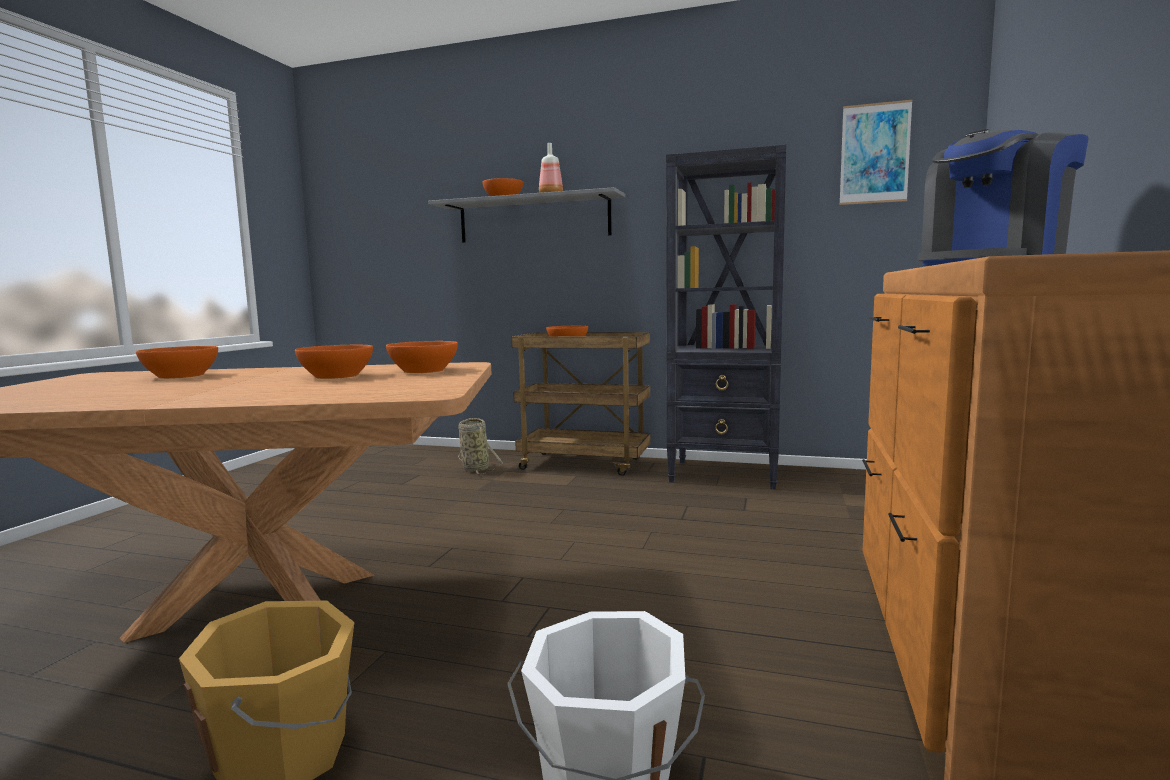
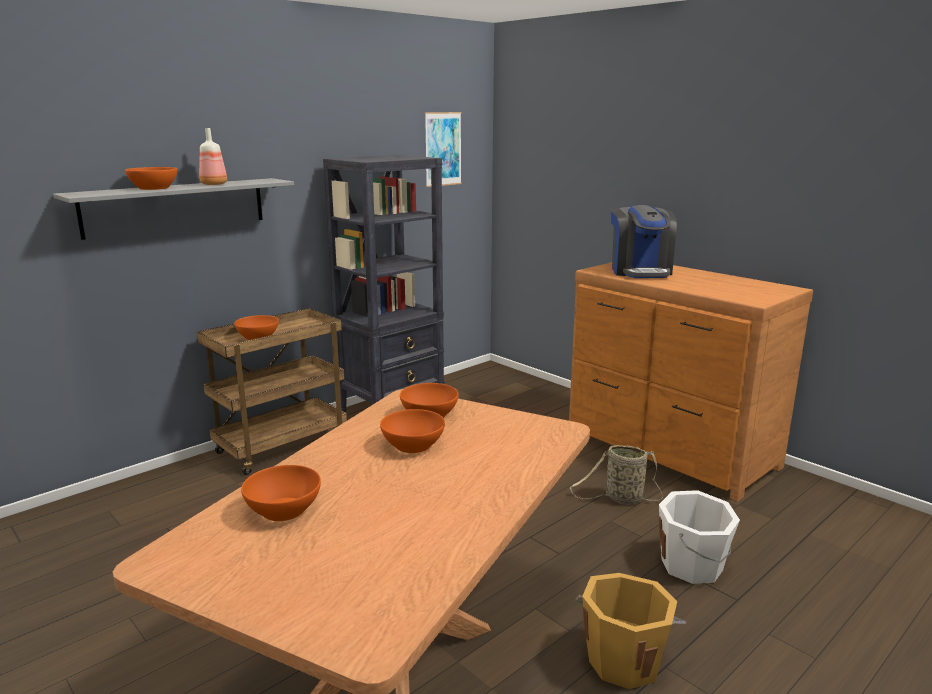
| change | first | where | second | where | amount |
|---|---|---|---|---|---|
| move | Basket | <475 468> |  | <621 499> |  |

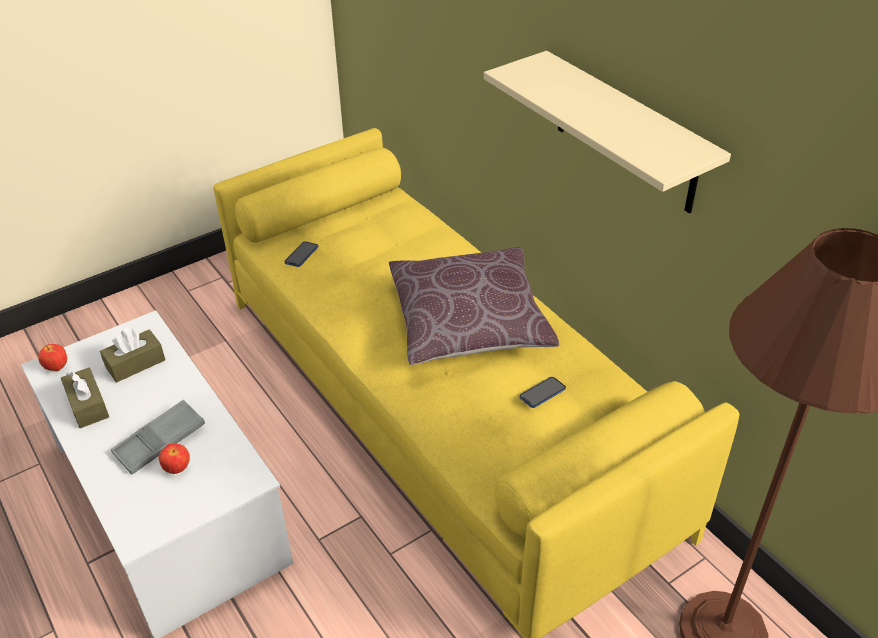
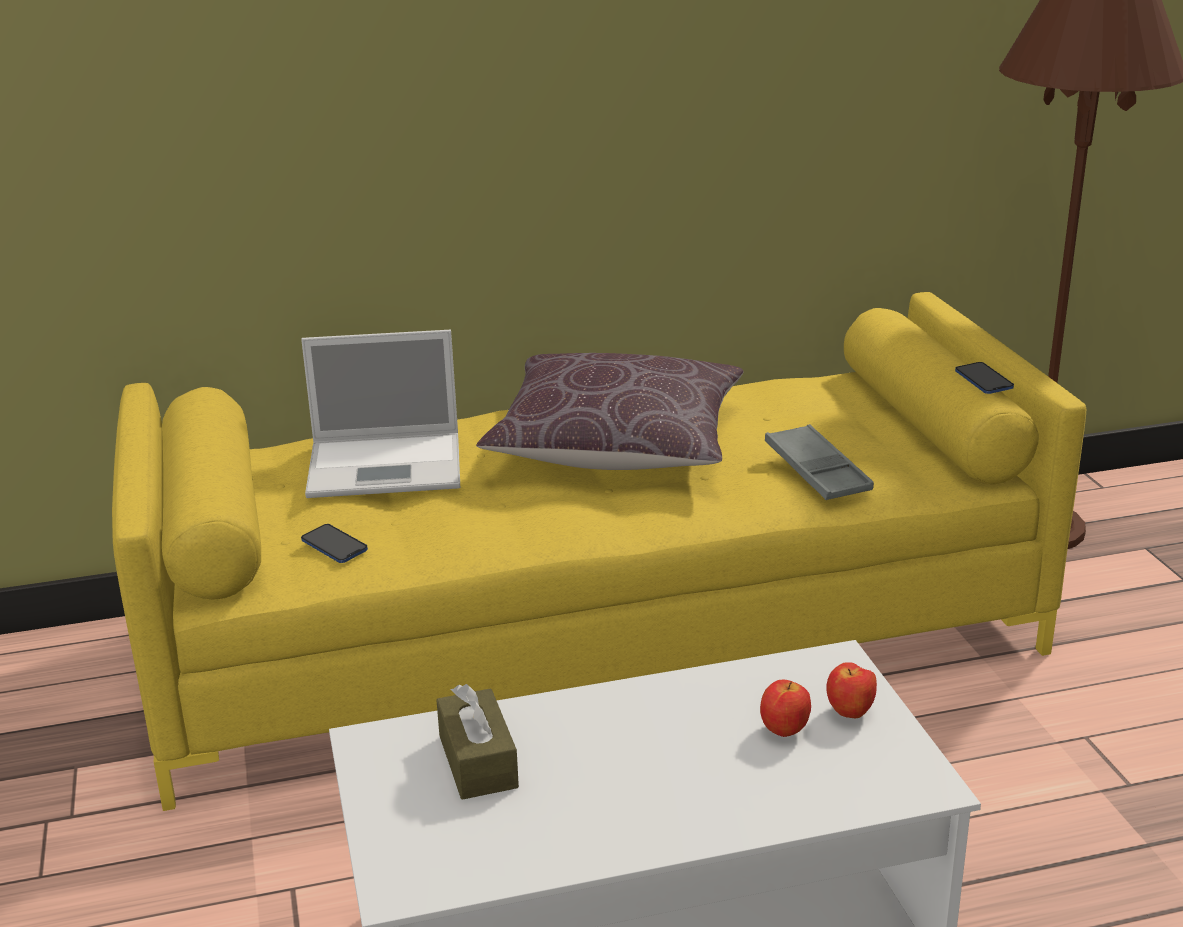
| change | first | where | second | where | amount |
|---|---|---|---|---|---|
| move | Apple | <56 368> |  | <850 713> |  |
| delete | BrownTissueBox | <88 405> |  |  |  |
| move | GreyTray | <160 441> |  | <817 471> |  |
| delete | BeigeShelf | <626 133> |  |  |  |
| move | Phone | <542 393> |  | <983 380> |  |
| insert |  |  | Laptop | <388 465> |  |

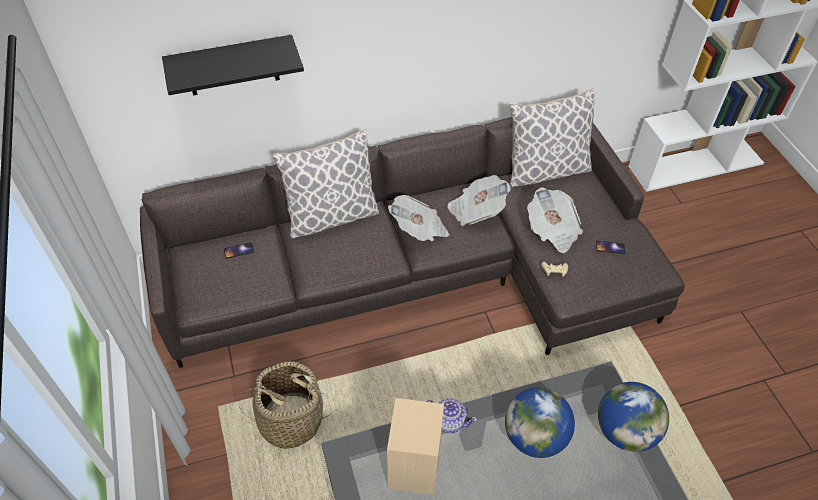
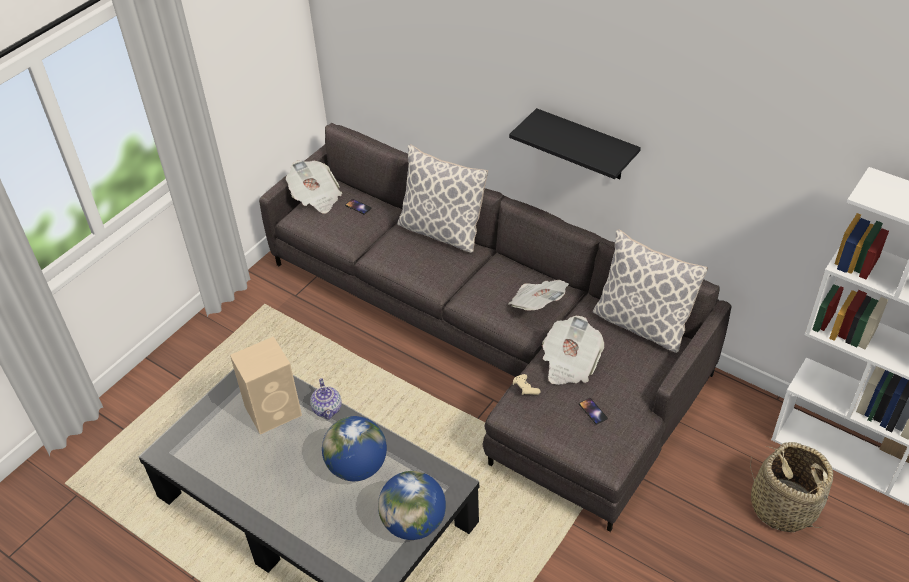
| change | first | where | second | where | amount |
|---|---|---|---|---|---|
| move | BlackShelf | <232 66> |  | <586 146> |  |
| move | Basket | <290 420> |  | <783 506> |  |
| move | Newspaper | <419 230> |  | <316 197> |  |

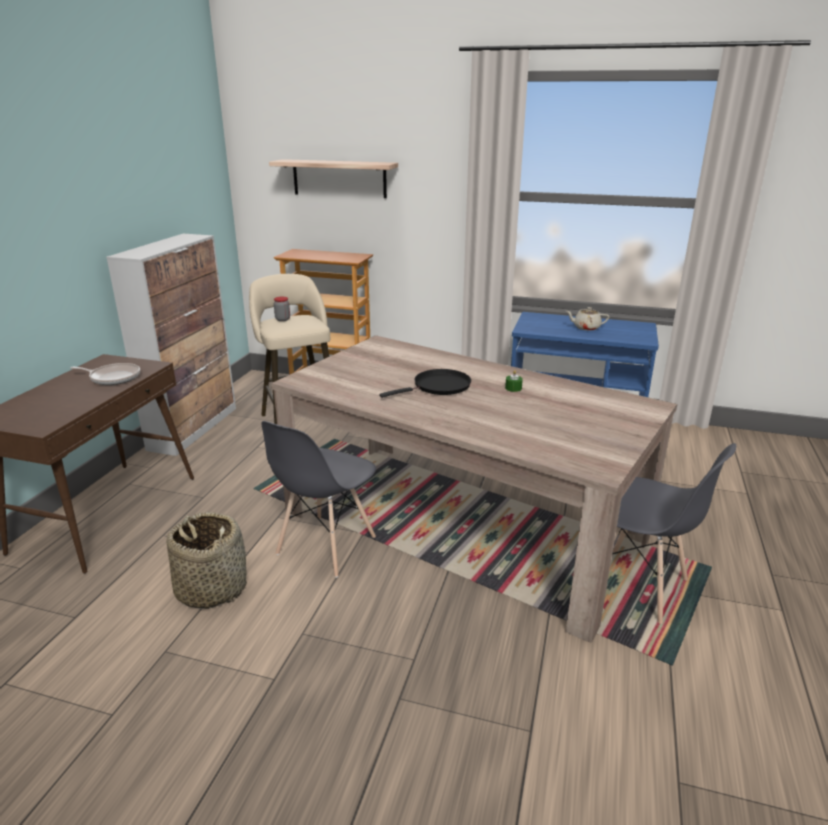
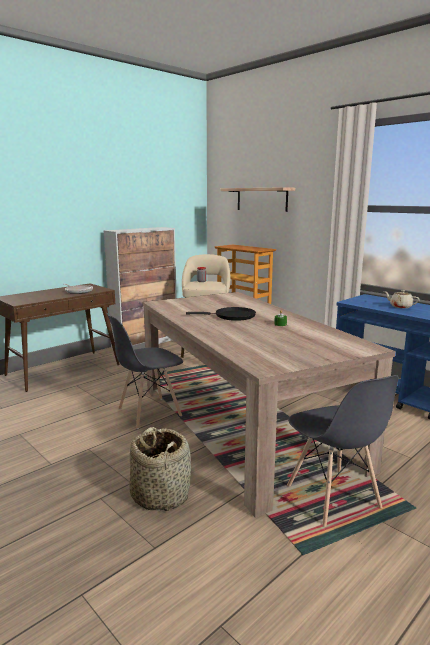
| change | first | where | second | where | amount |
|---|---|---|---|---|---|
| move | Basket | <211 588> |  | <160 494> |  |

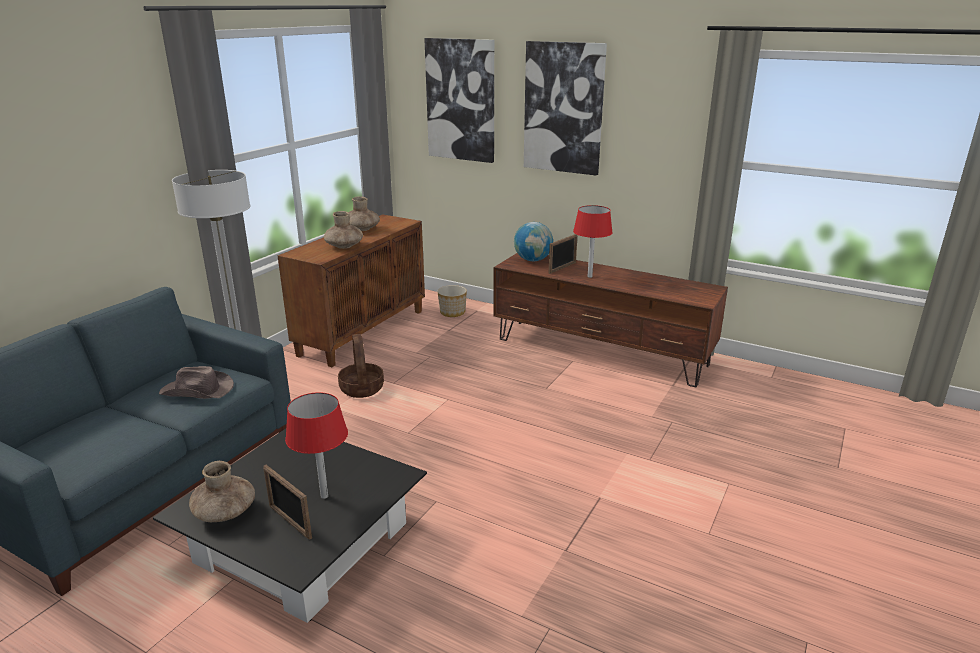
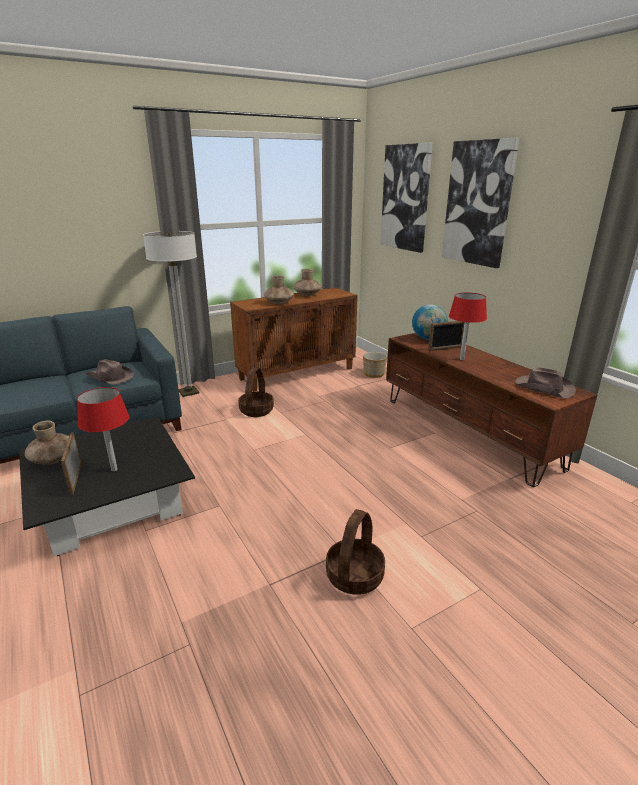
| change | first | where | second | where | amount |
|---|---|---|---|---|---|
| insert |  |  | Basket | <355 576> |  |
| insert |  |  | BrownHat | <543 387> |  |

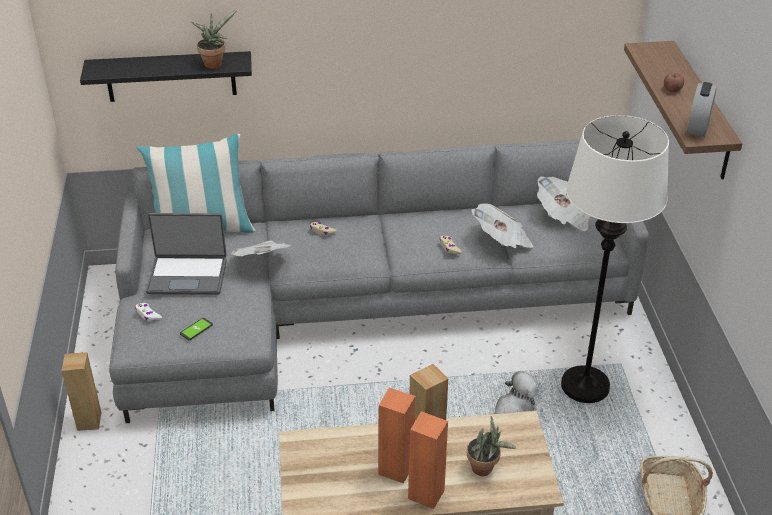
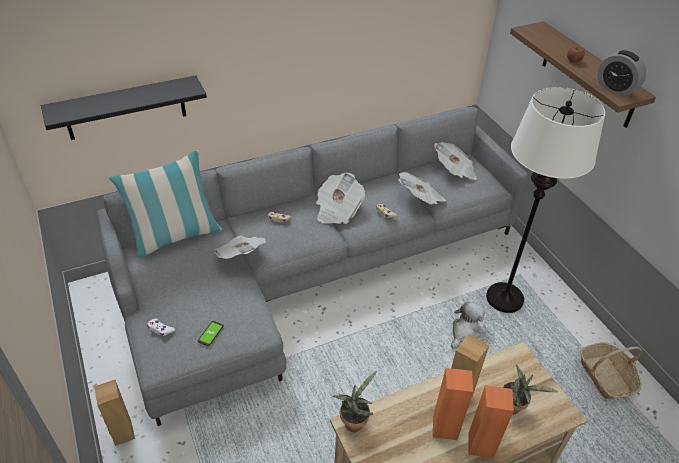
| change | first | where | second | where | amount |
|---|---|---|---|---|---|
| delete | Laptop | <187 275> |  |  |  |
| move | PottedPlant | <214 63> |  | <354 421> |  |
| rotate | AlarmClock | <698 127> |  | <615 88> | 45 degrees counterclockwise |
| insert |  |  | Newspaper | <337 210> |  |

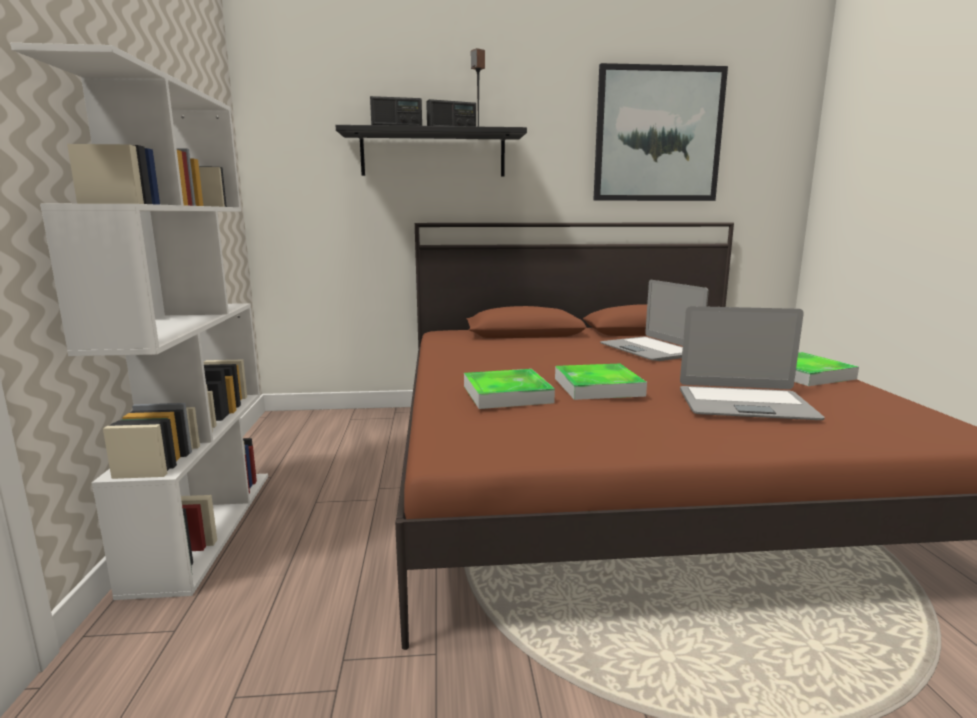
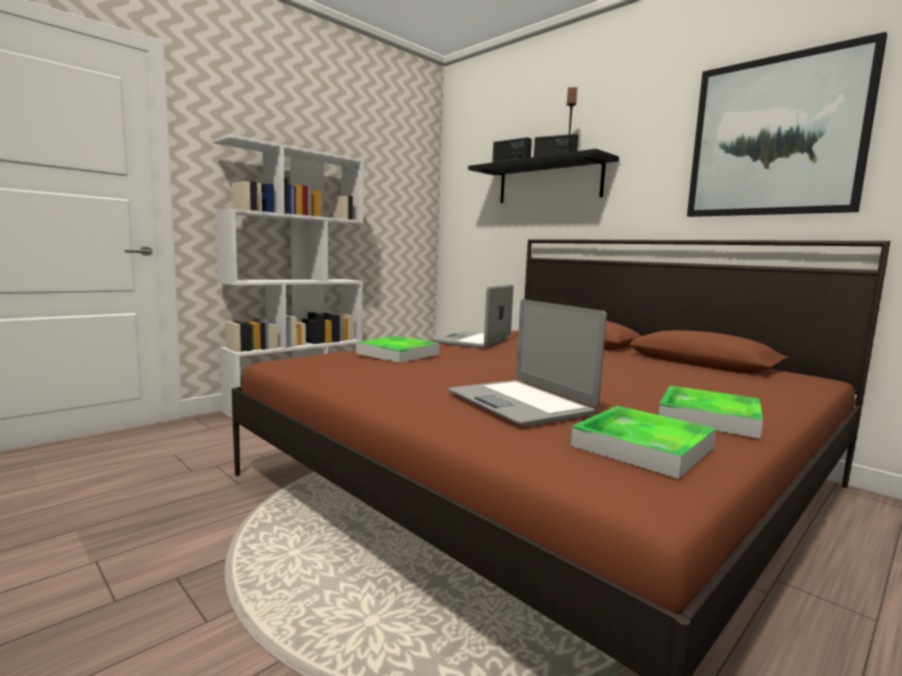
| change | first | where | second | where | amount |
|---|---|---|---|---|---|
| move | Tray | <598 387> |  | <642 447> |  |
| move | Laptop | <650 350> |  | <474 341> |  |

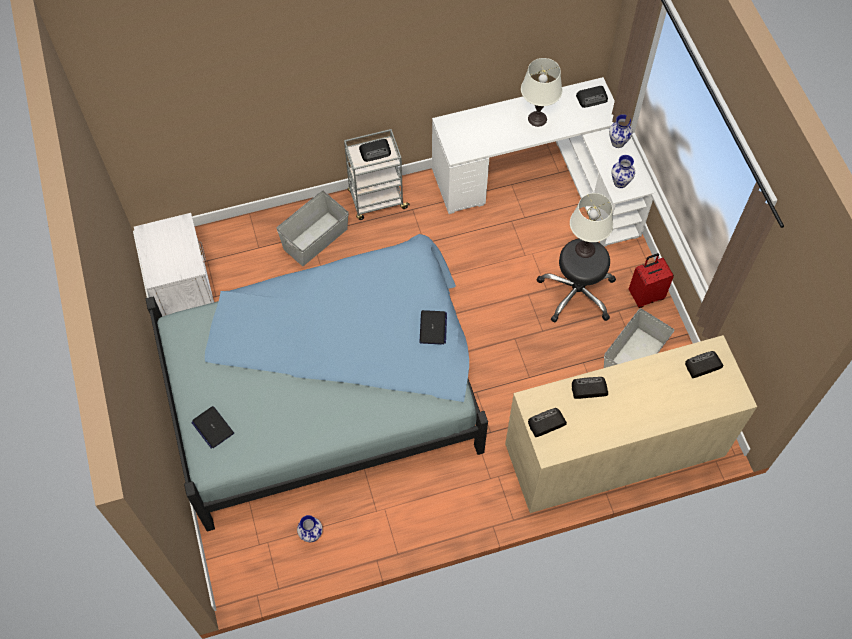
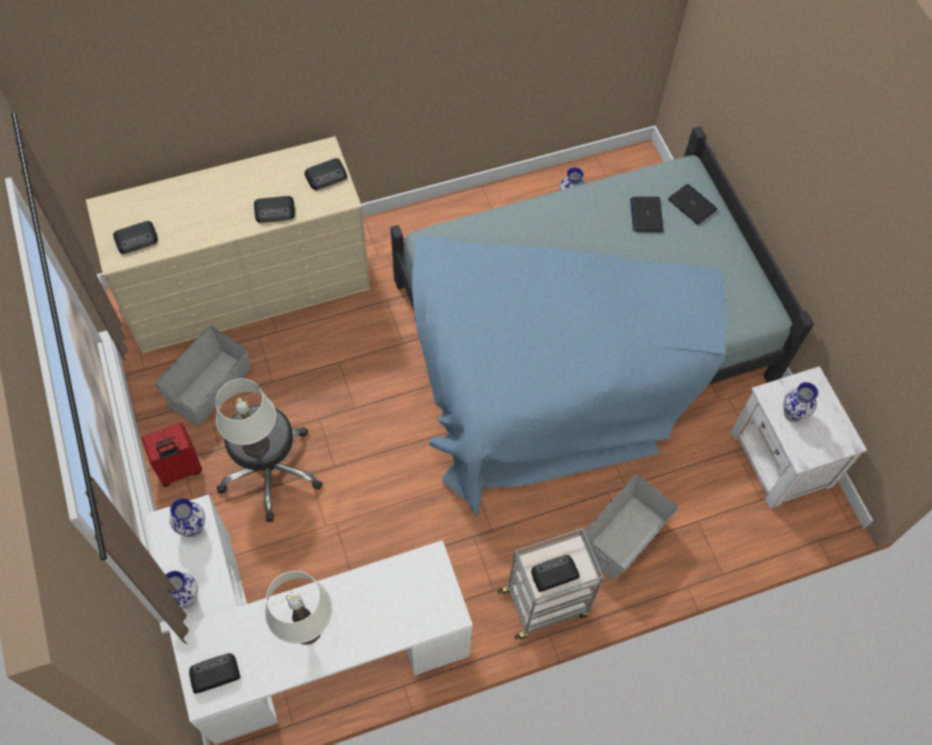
| change | first | where | second | where | amount |
|---|---|---|---|---|---|
| move | Laptop | <433 328> |  | <646 215> |  |
| insert |  |  | Vase | <793 413> |  |

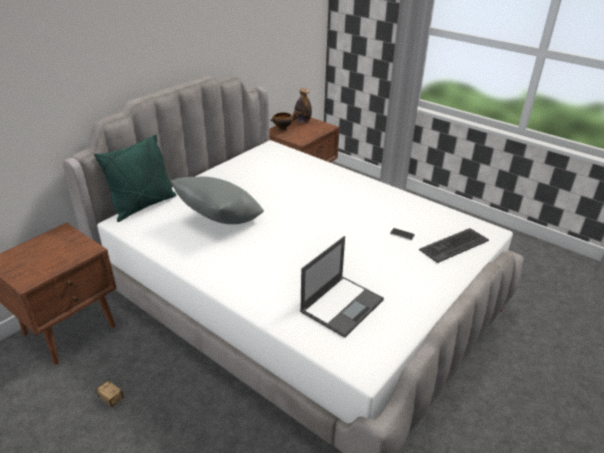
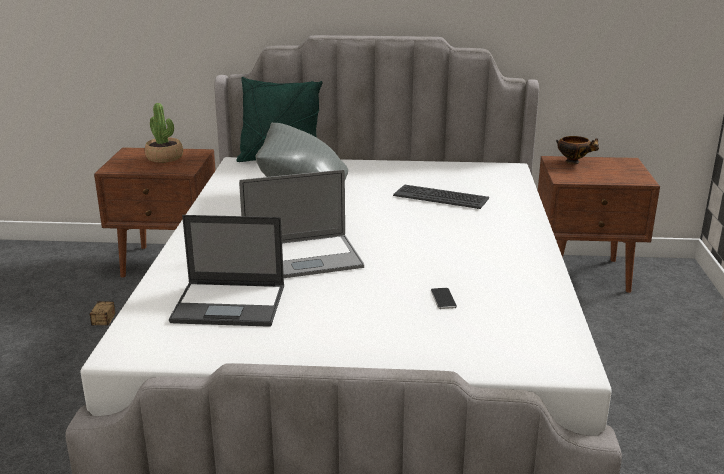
| change | first | where | second | where | amount |
|---|---|---|---|---|---|
| delete | Bottle | <302 121> |  |  |  |
| move | Keyboard | <453 245> |  | <441 197> |  |
| insert |  |  | PottedPlant | <164 157> |  |
| insert |  |  | Laptop | <302 258> |  |

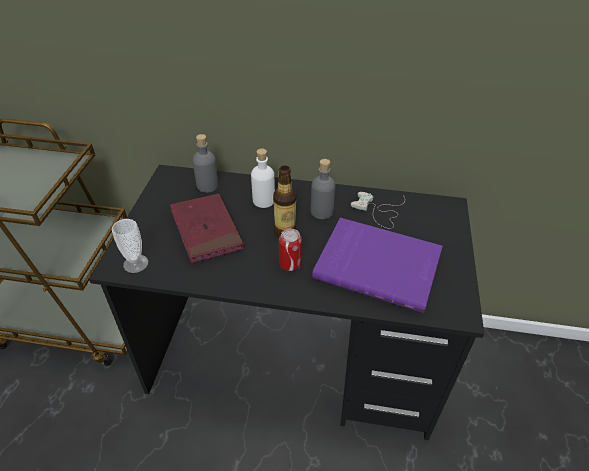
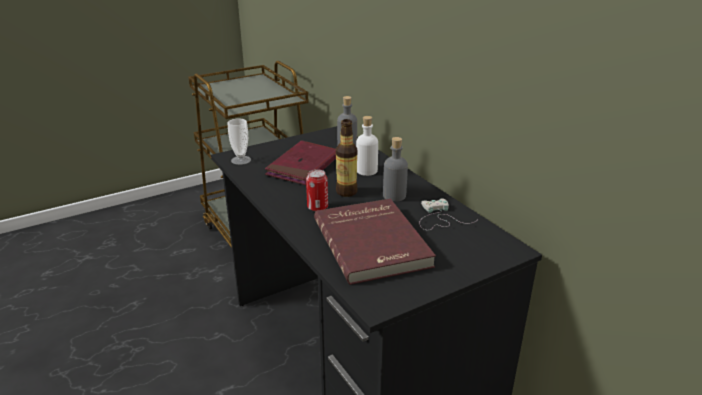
| change | first | where | second | where | amount |
|---|---|---|---|---|---|
| recolor | PurpleBook | <378 265> | RedBook | <373 243> |  |

